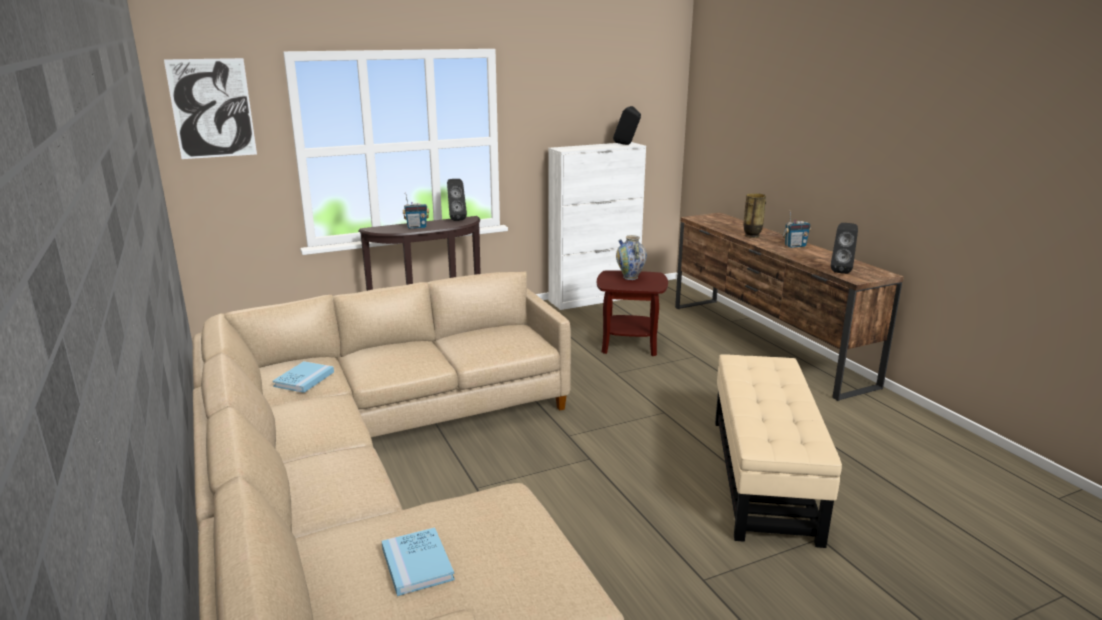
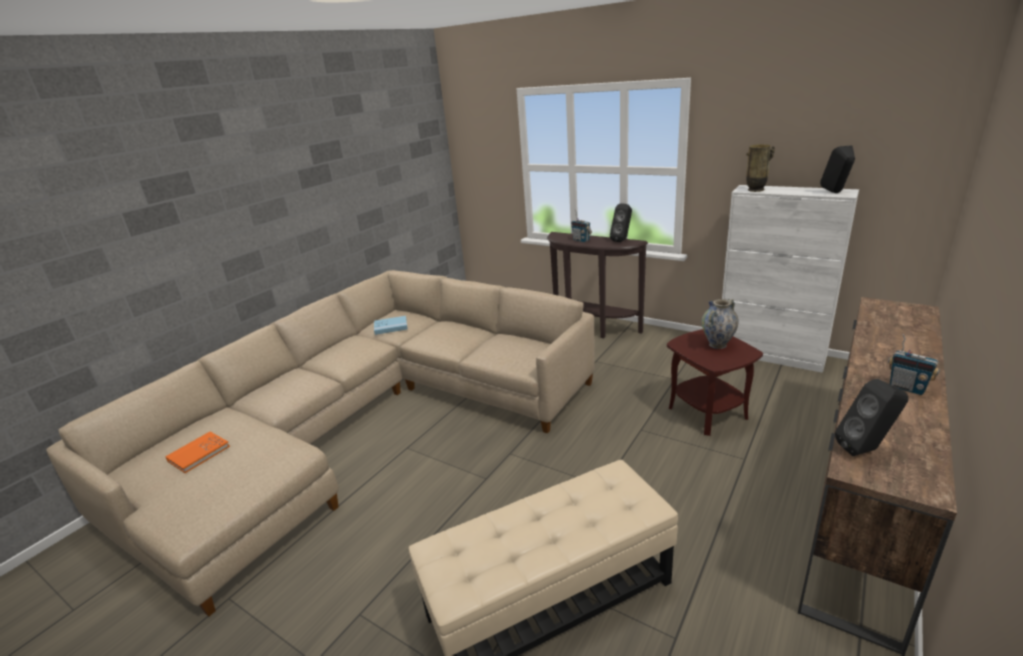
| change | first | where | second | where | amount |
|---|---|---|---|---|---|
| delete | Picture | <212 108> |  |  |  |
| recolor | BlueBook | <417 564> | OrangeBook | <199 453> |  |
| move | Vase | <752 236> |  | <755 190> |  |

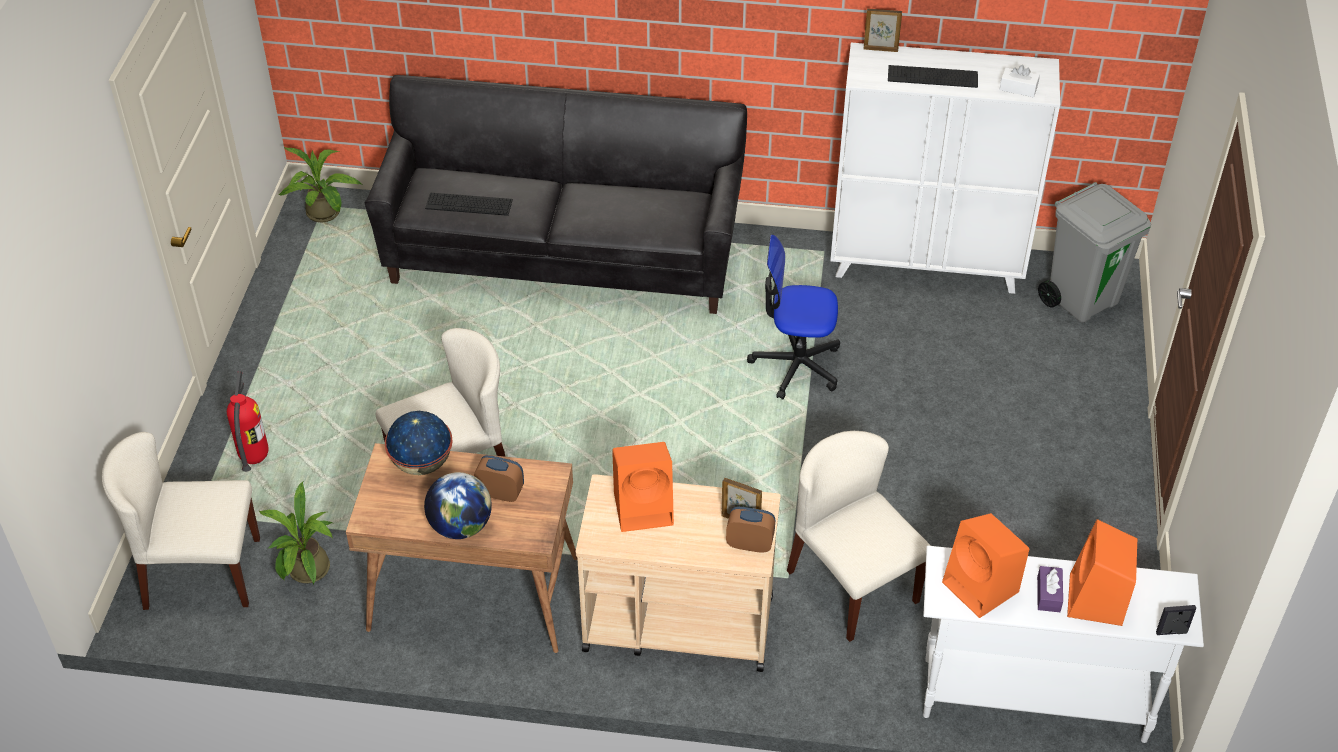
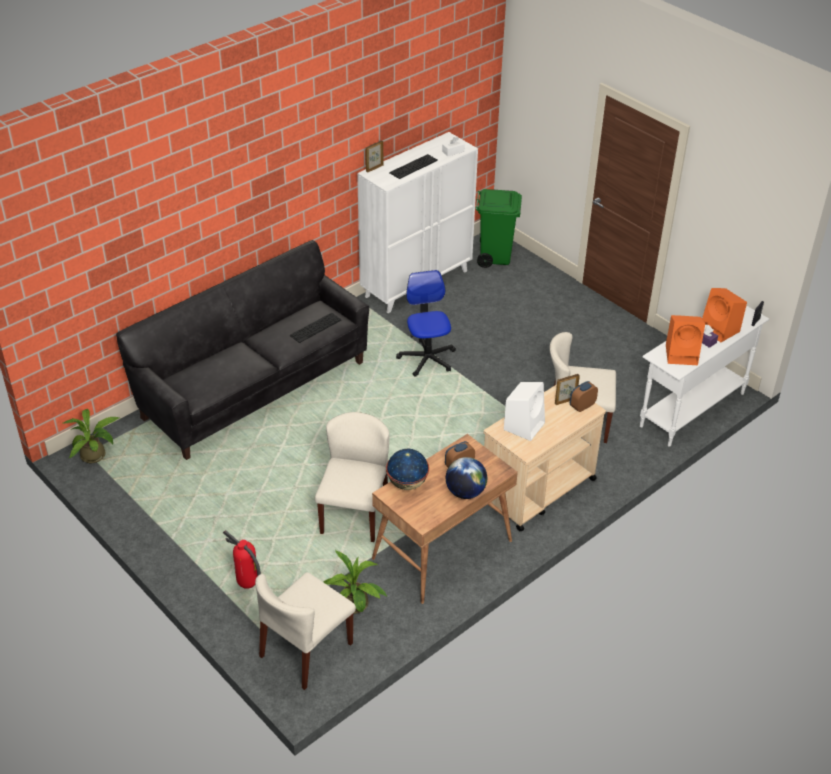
| change | first | where | second | where | amount |
|---|---|---|---|---|---|
| move | Keyboard | <469 204> |  | <315 327> |  |
| recolor | OrangeSpeaker | <645 508> | WhiteSpeaker | <524 425> |  |
| rotate | OfficeChair | <796 365> |  | <427 359> | 120 degrees clockwise |
| recolor | GreyTrashCan | <1082 300> | GreenTrashCan | <495 256> |  |

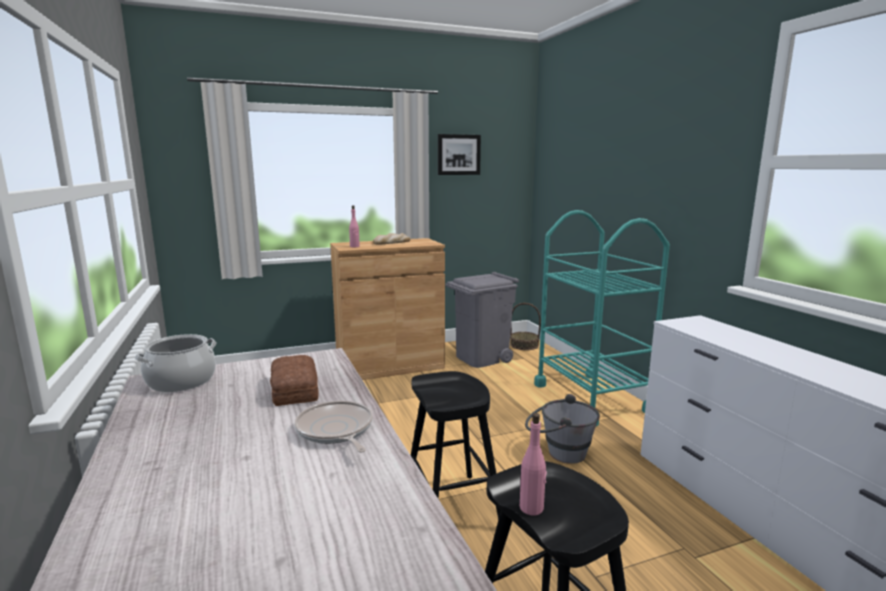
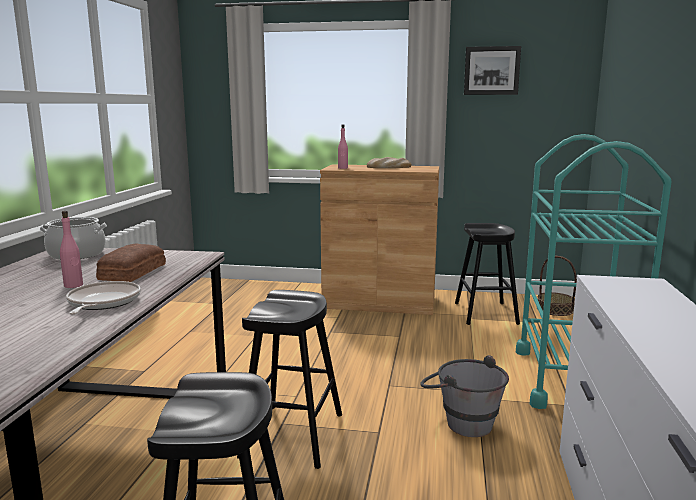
| change | first | where | second | where | amount |
|---|---|---|---|---|---|
| replace | GreyTrashCan | <481 358> | BlackStool | <485 313> |  |
| move | PinkBottle | <532 508> |  | <73 285> |  |

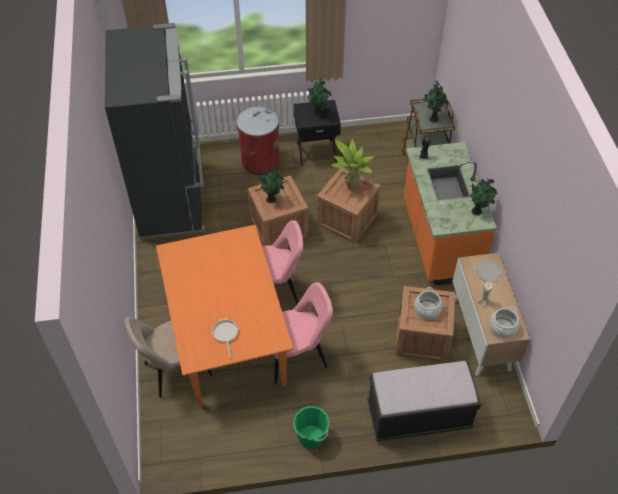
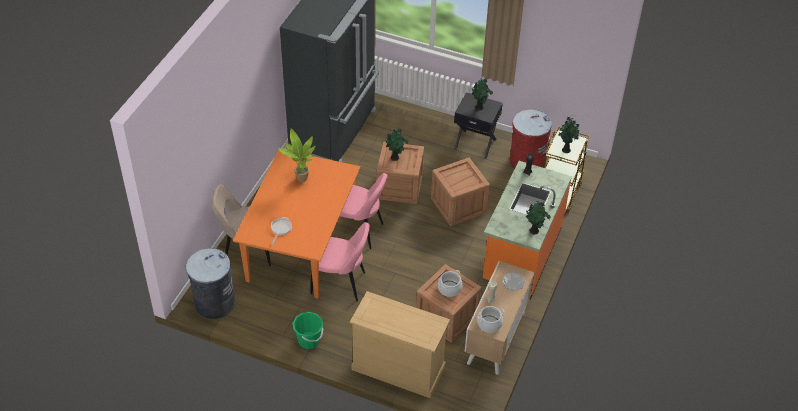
| change | first | where | second | where | amount |
|---|---|---|---|---|---|
| move | RedTrashCan | <260 161> |  | <526 161> |  |
| move | PottedPlant | <350 187> |  | <300 179> |  |
| replace | BlackBench | <418 416> | BeigeDresser | <398 368> |  |
| insert |  |  | GreyTrashCan | <214 303> |  |

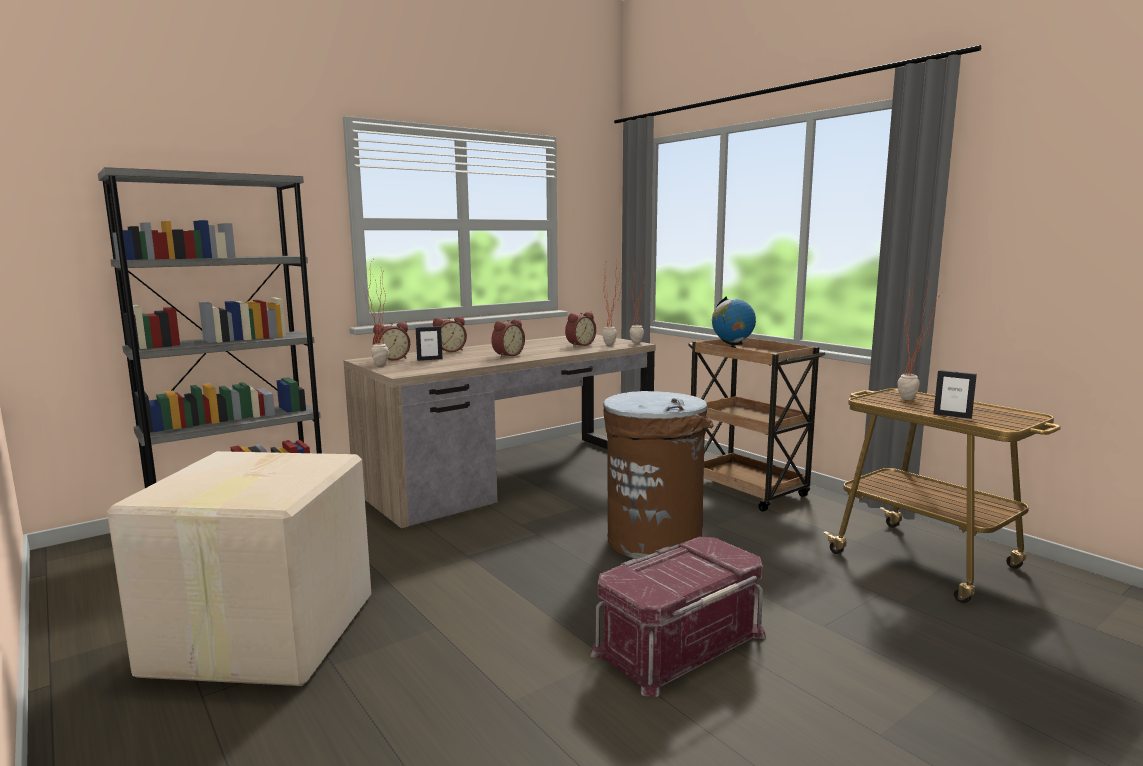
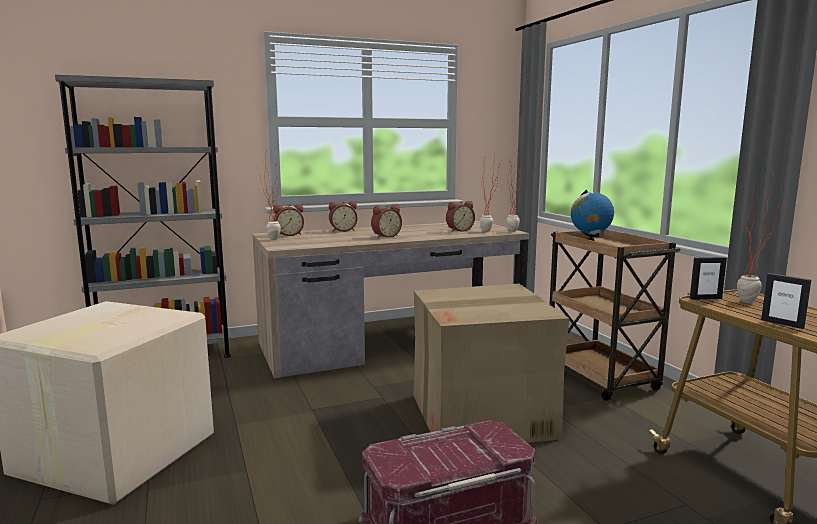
| change | first | where | second | where | amount |
|---|---|---|---|---|---|
| move | PictureFrame | <429 359> |  | <705 298> |  |
| replace | BrownTrashCan | <654 540> | CardboardBox | <483 415> |  |

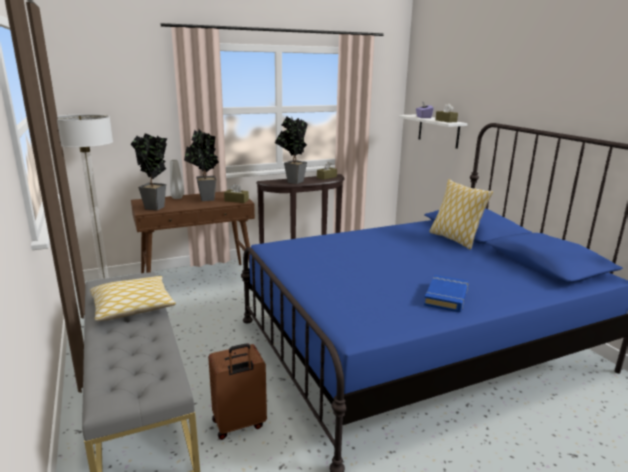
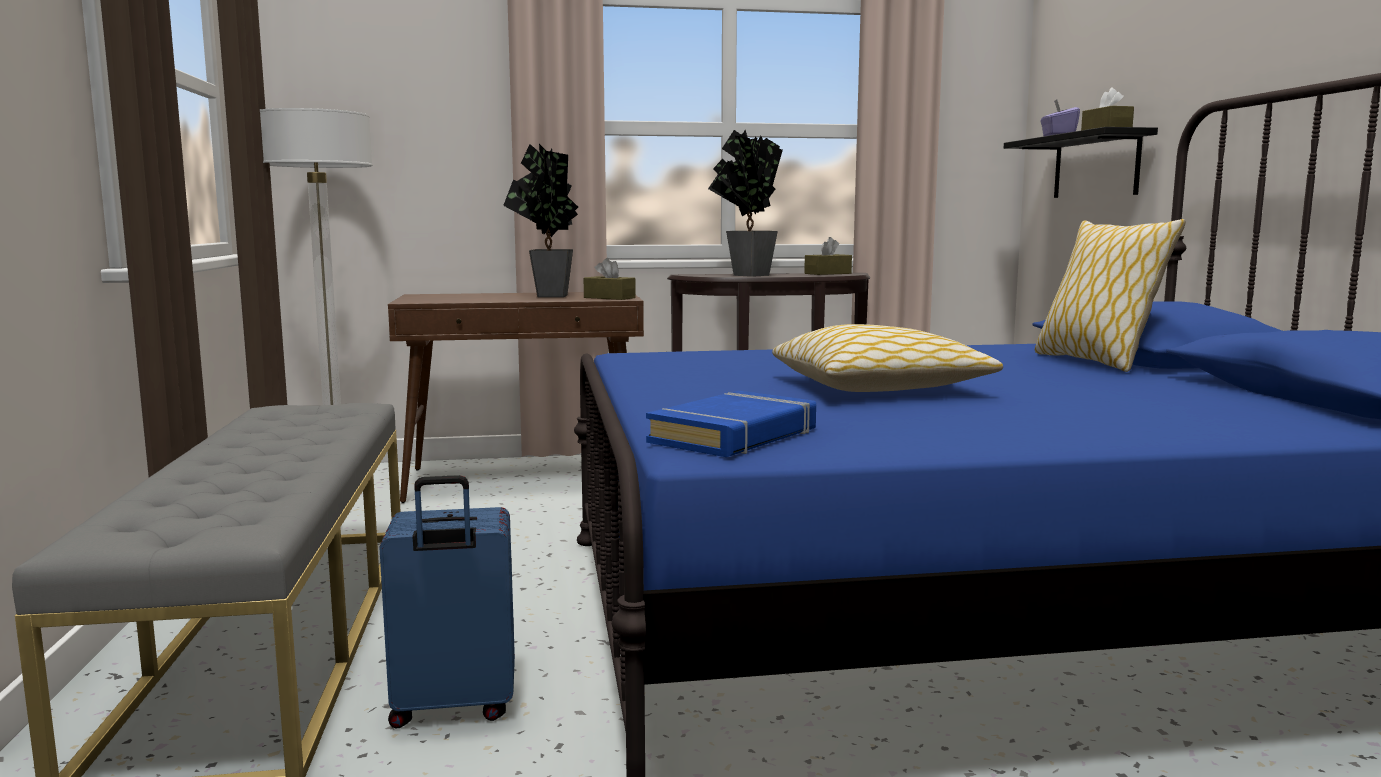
| change | first | where | second | where | amount |
|---|---|---|---|---|---|
| move | Pillow | <133 307> |  | <878 387> |  |
| delete | PottedPlant | <156 208> |  |  |  |
| delete | GreyVase | <177 198> |  |  |  |
| recolor | BrownSuitcase | <239 424> | BlueSuitcase | <453 708> |  |
| recolor | WhiteShelf | <438 131> | BlackShelf | <1096 166> |  |
| move | BlueBook | <446 297> |  | <735 436> |  |

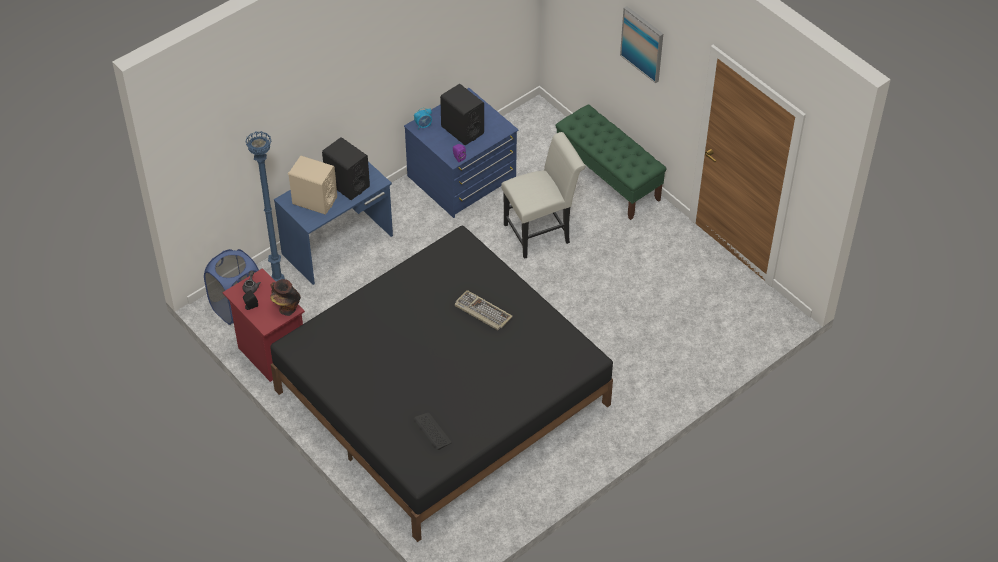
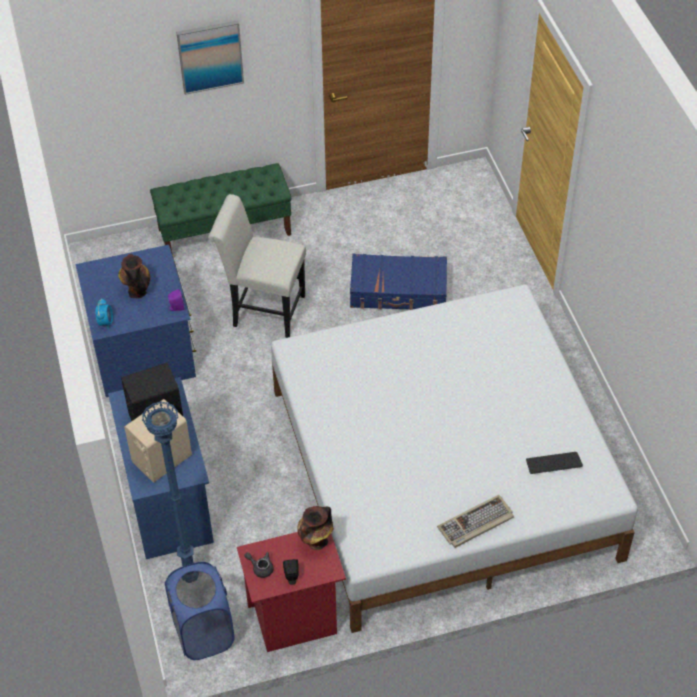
| change | first | where | second | where | amount |
|---|---|---|---|---|---|
| recolor | BlackBed | <442 396> | WhiteBed | <441 472> |  |
| replace | BlackSpeaker | <462 130> | Vase | <137 291> |  |
| move | Keyboard | <482 312> |  | <476 523> |  |
| rotate | WhiteChair | <541 232> |  | <263 310> | 75 degrees counterclockwise |
| insert |  |  | BlueSuitcase | <398 291> |  |

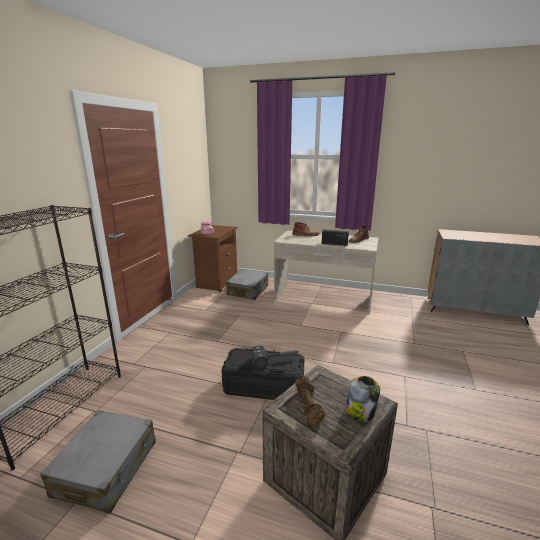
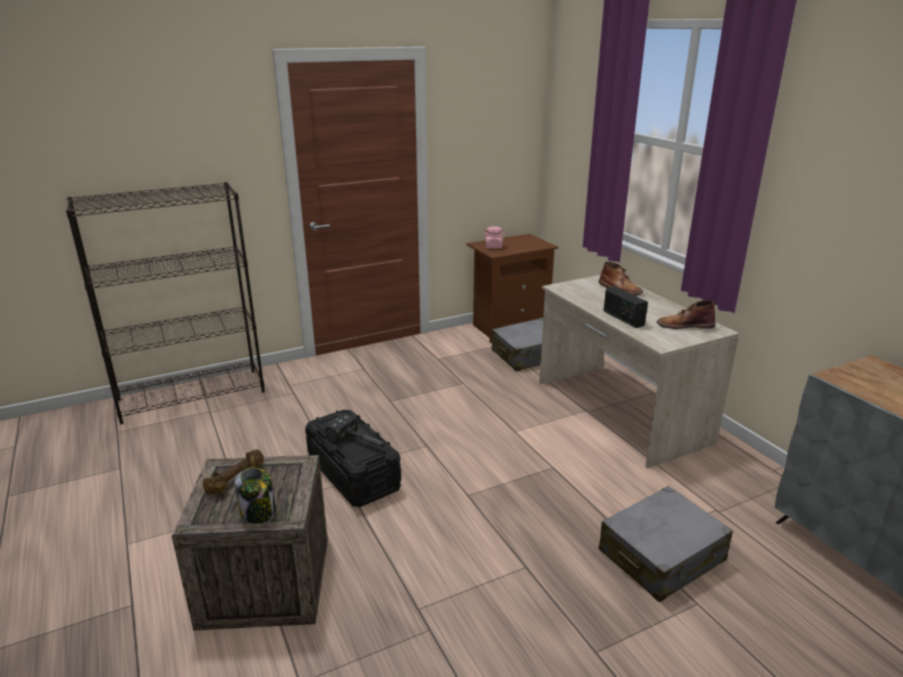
| change | first | where | second | where | amount |
|---|---|---|---|---|---|
| move | GreySuitcase | <107 468> |  | <662 556> |  |

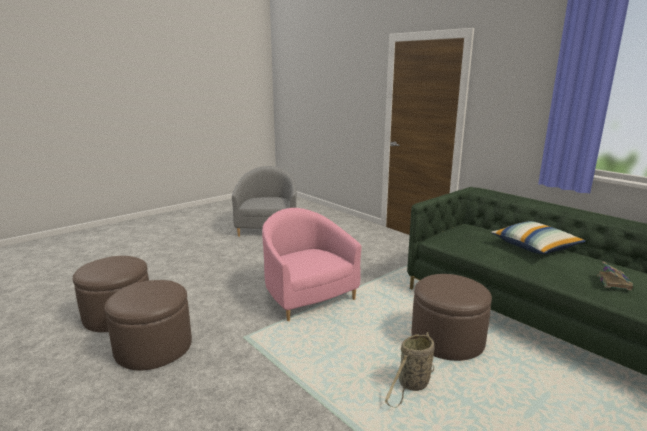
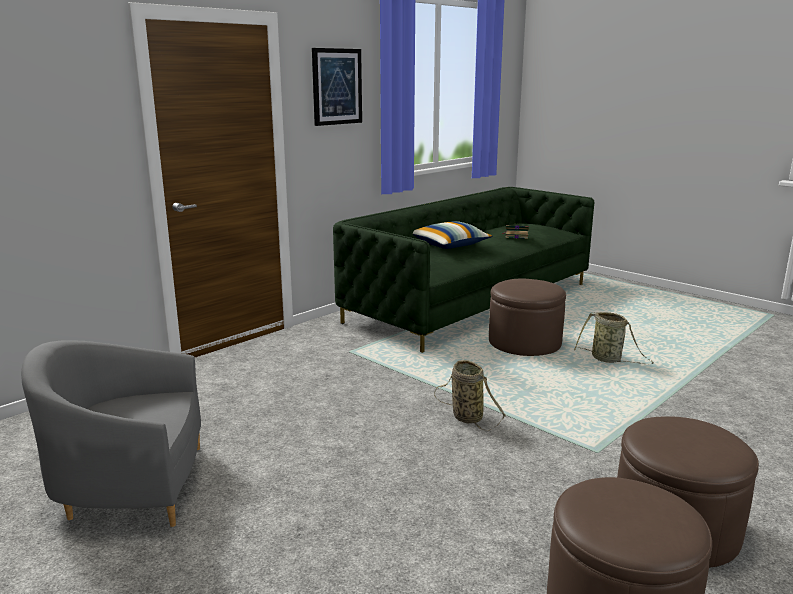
| change | first | where | second | where | amount |
|---|---|---|---|---|---|
| replace | PinkArmchair | <306 297> | Basket | <465 416> |  |
| insert |  |  | Picture | <337 86> |  |

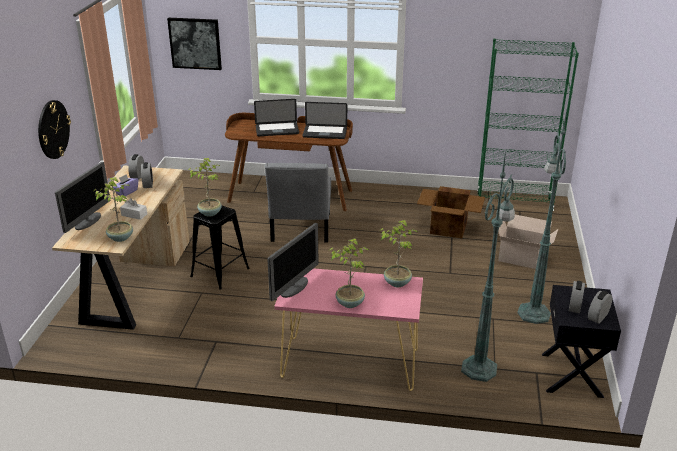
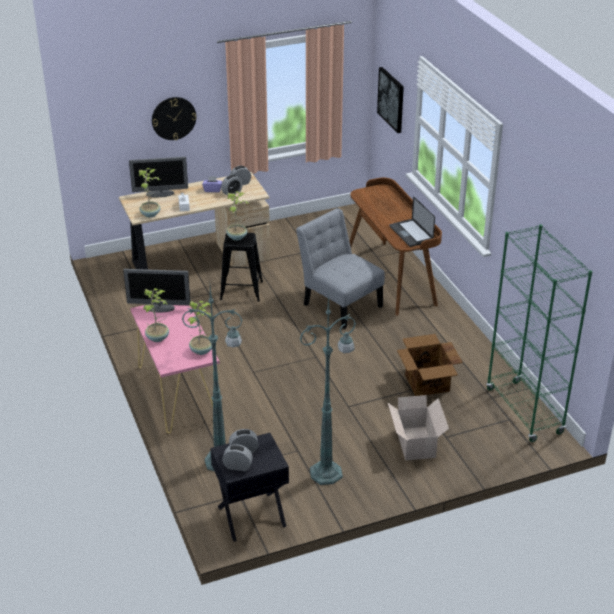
| change | first | where | second | where | amount |
|---|---|---|---|---|---|
| delete | Laptop | <277 130> |  |  |  |
| rotate | GreyChair | <300 230> |  | <340 303> | 75 degrees clockwise |

